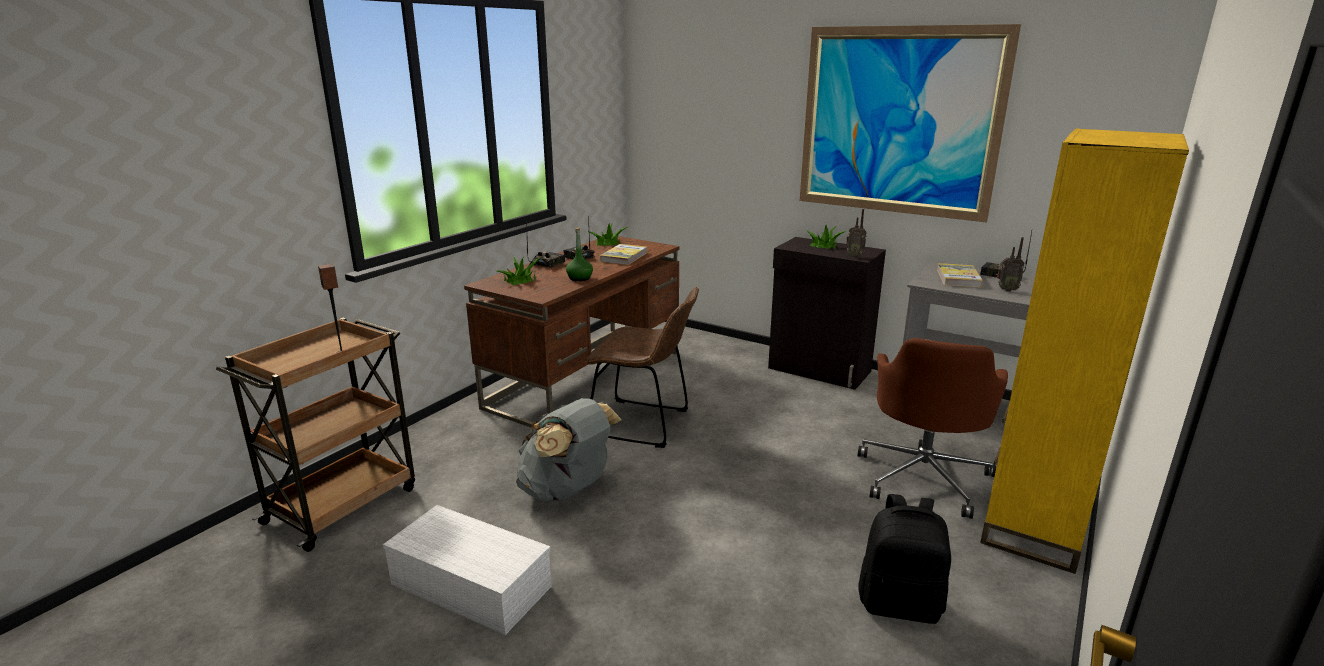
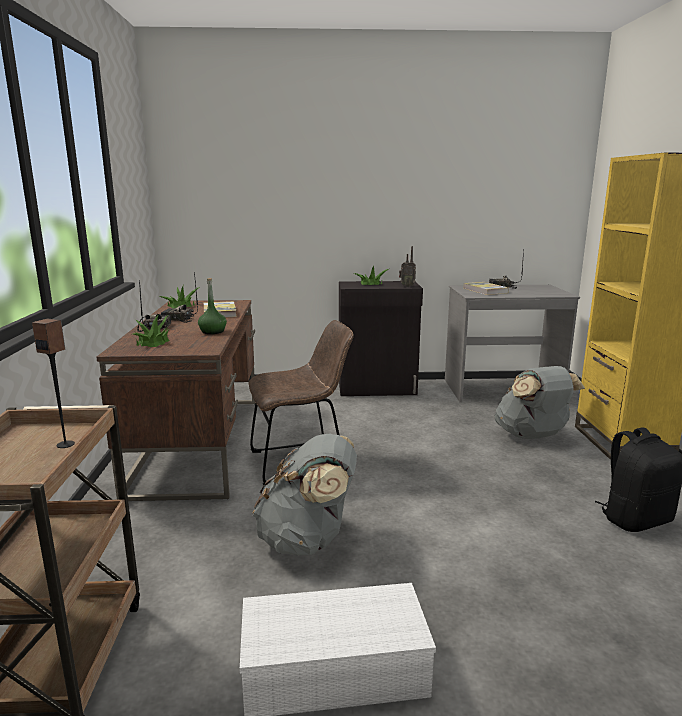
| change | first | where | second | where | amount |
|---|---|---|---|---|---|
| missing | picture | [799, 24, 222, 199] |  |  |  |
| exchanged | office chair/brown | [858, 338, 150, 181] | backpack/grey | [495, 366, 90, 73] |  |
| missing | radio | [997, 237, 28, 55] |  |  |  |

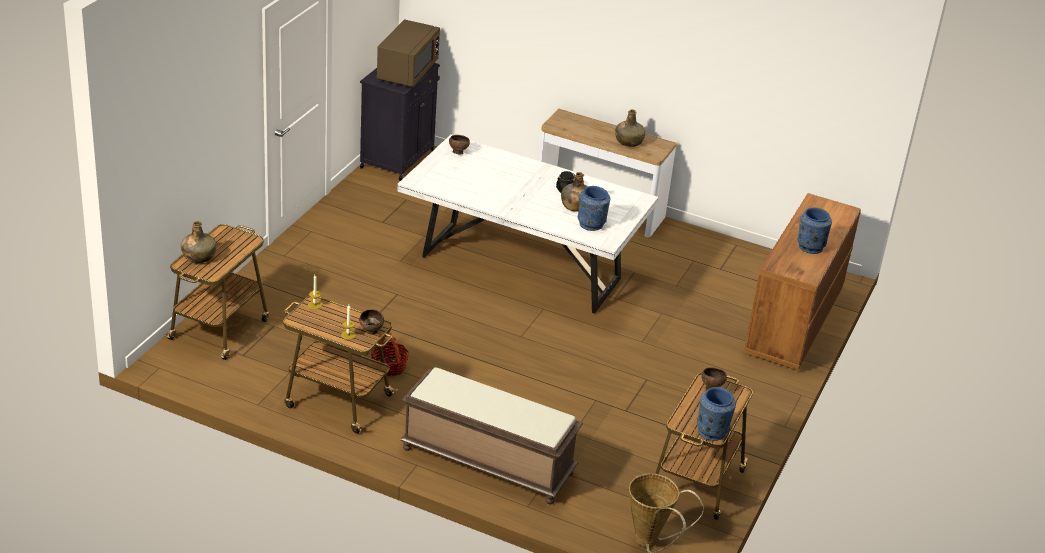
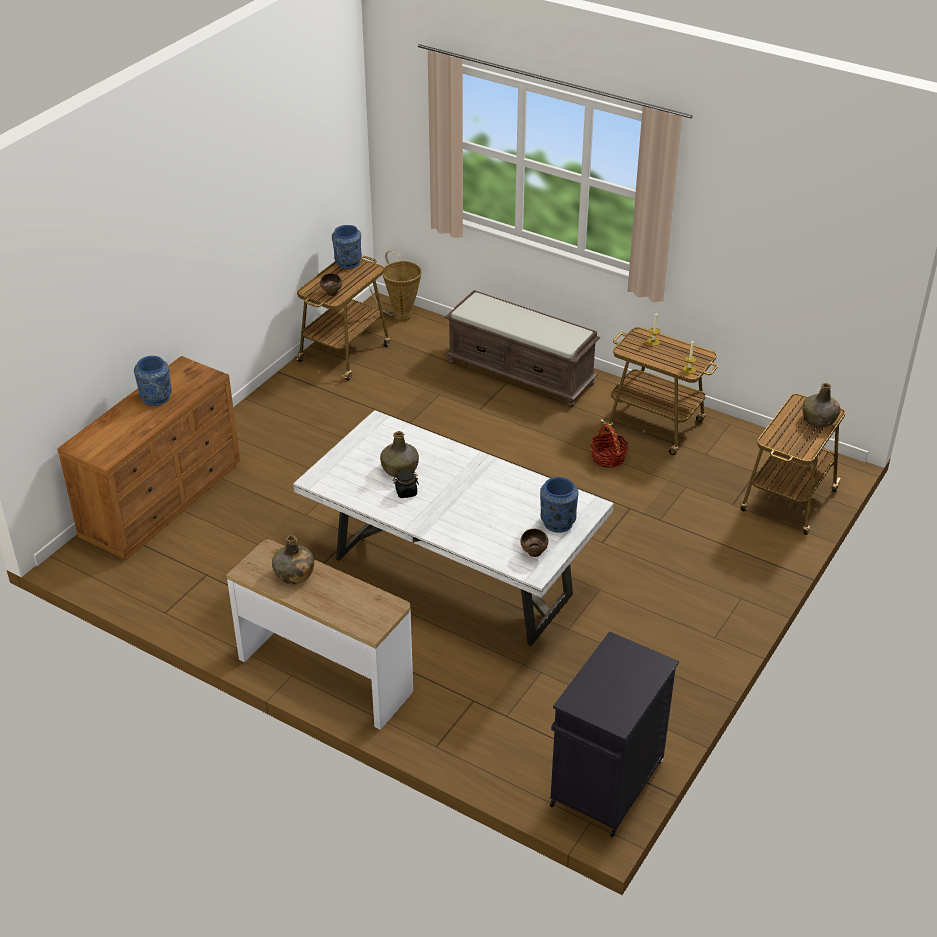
| change | first | where | second | where | amount |
|---|---|---|---|---|---|
| missing | bowl/brown | [359, 309, 25, 26] |  |  |  |
| missing | microwave/brown | [377, 20, 63, 67] |  |  |  |
| relocated | vase/blue | [578, 186, 32, 45] |  | [540, 477, 38, 56] |  |

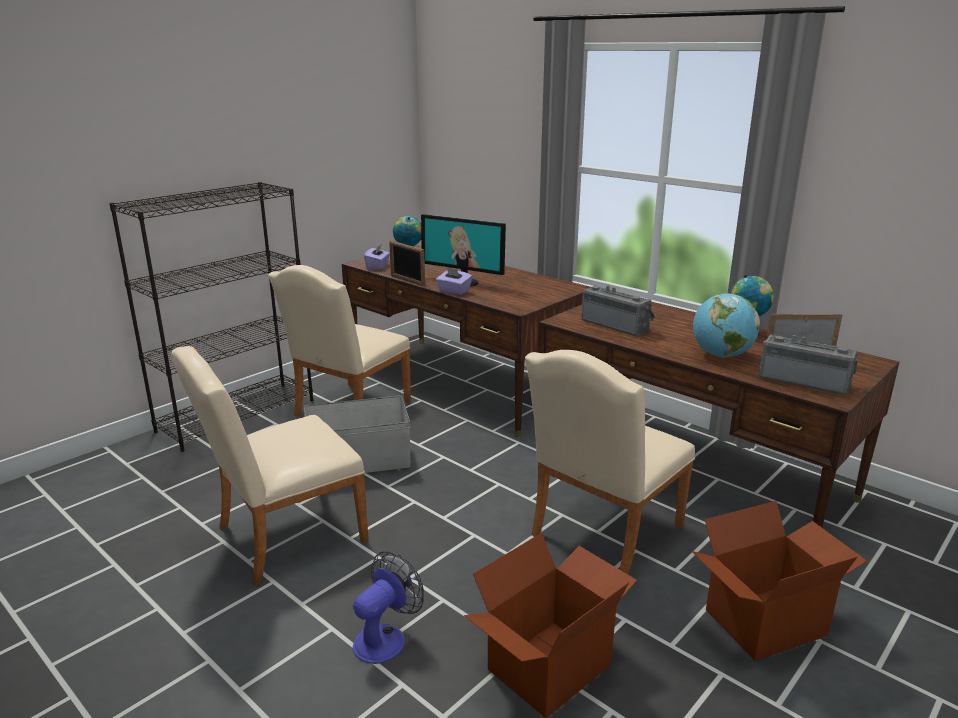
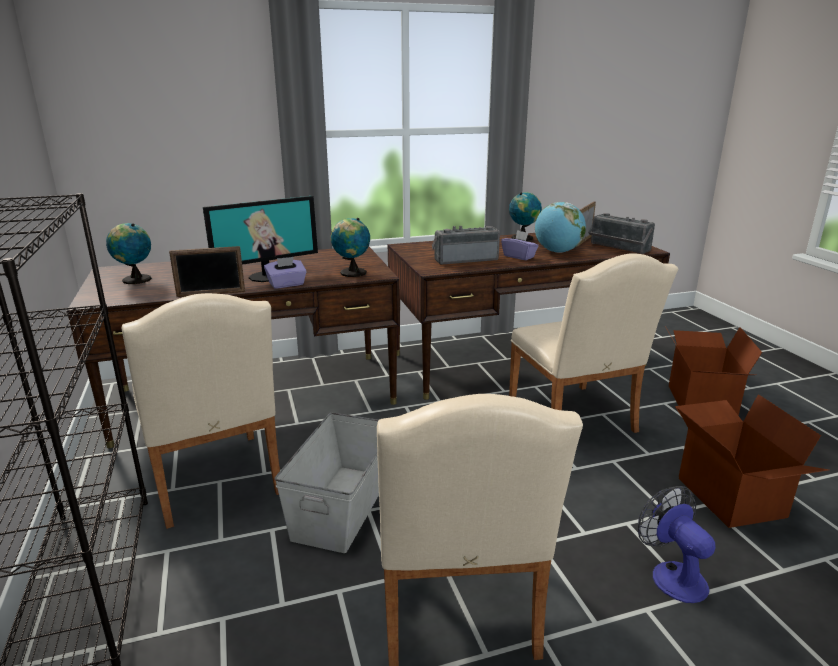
| change | first | where | second | where | amount |
|---|---|---|---|---|---|
| relocated | tissue box/purple | [364, 244, 26, 26] |  | [501, 230, 38, 30] |  |
| spun | radio | [759, 335, 99, 60] |  | [588, 213, 67, 41] | 105 degrees counterclockwise |
| appeared |  |  | globe | [331, 218, 39, 59] |  |

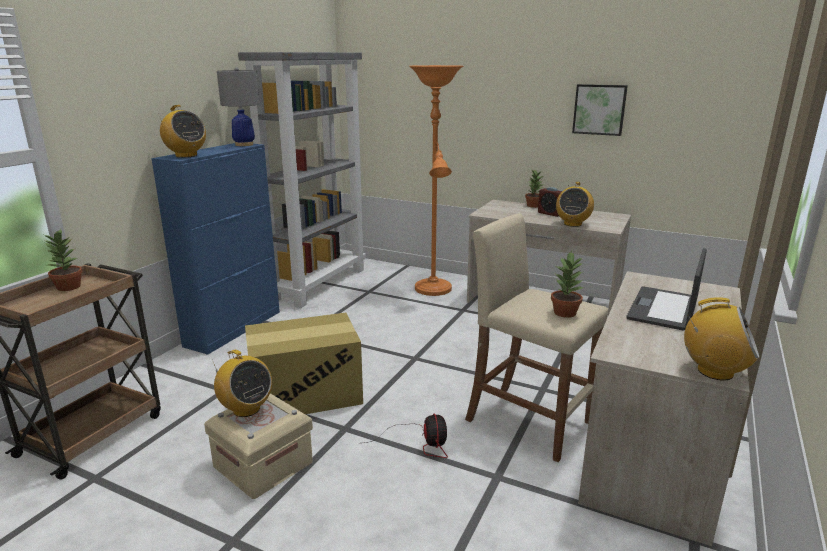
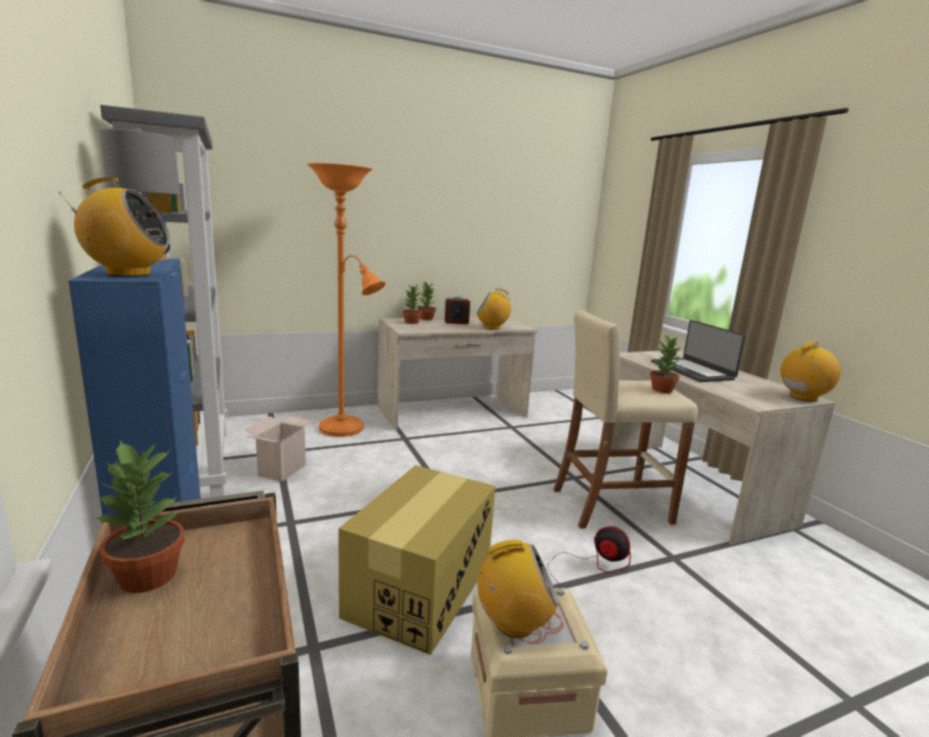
| change | first | where | second | where | amount |
|---|---|---|---|---|---|
| spun | radio | [556, 182, 38, 45] |  | [476, 288, 37, 42] | 120 degrees clockwise |
| missing | picture | [572, 84, 56, 52] |  |  |  |
| appeared |  |  | cardboard box | [244, 416, 68, 66] |  |
| appeared |  |  | potted plant | [403, 284, 19, 40] |  |

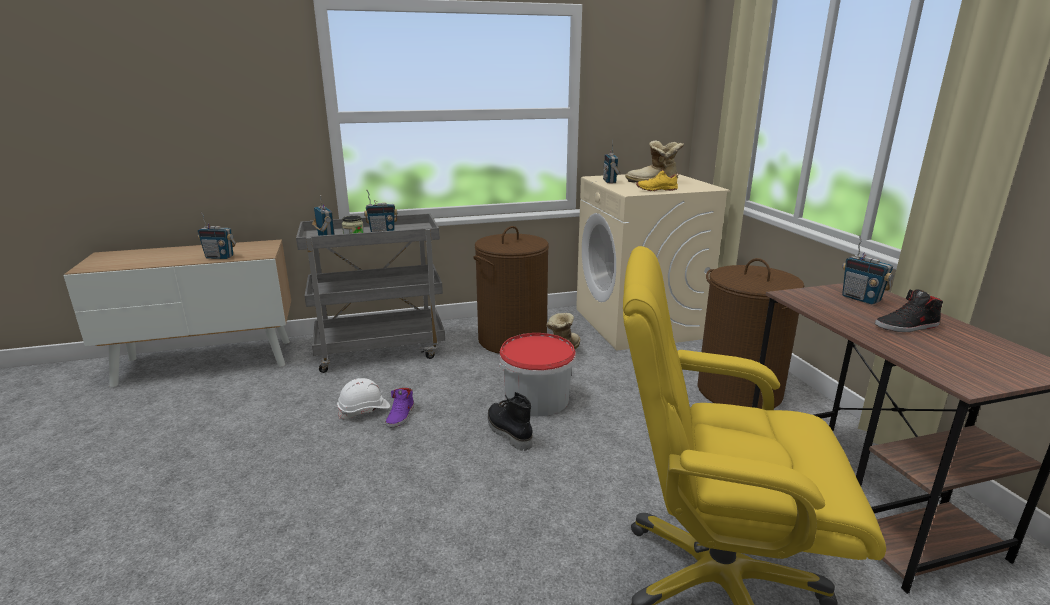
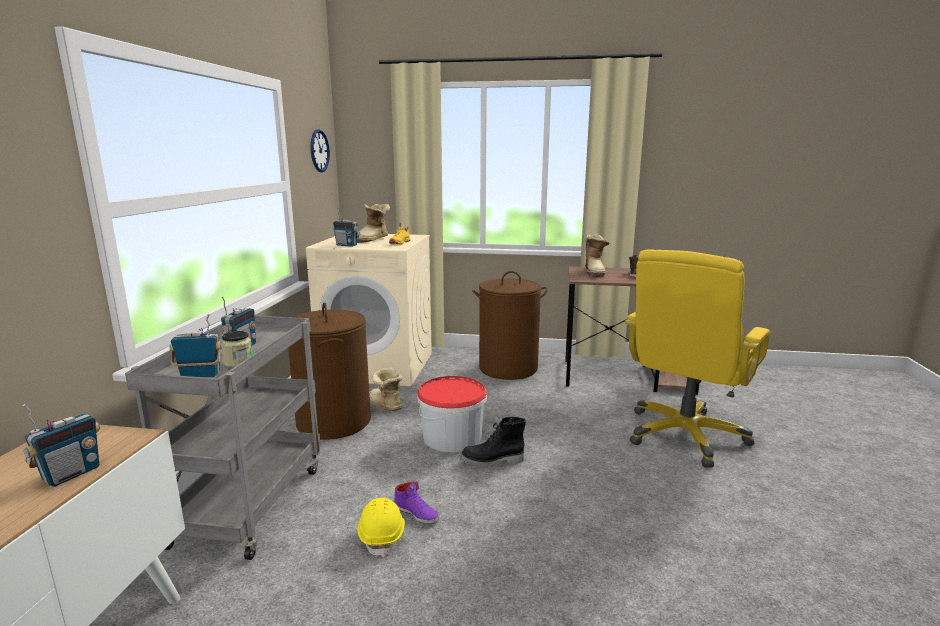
| change | first | where | second | where | amount |
|---|---|---|---|---|---|
| colour | hard hat/white | [337, 378, 53, 41] | hard hat/yellow | [357, 498, 48, 60] |  |
| exchanged | radio | [842, 235, 51, 69] | boot | [585, 234, 25, 43] |  |
| appeared |  |  | wall clock | [311, 129, 19, 43] |  |

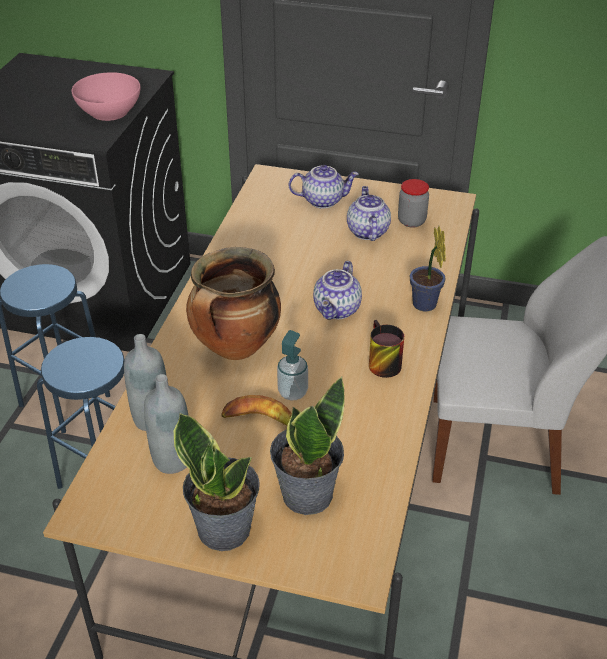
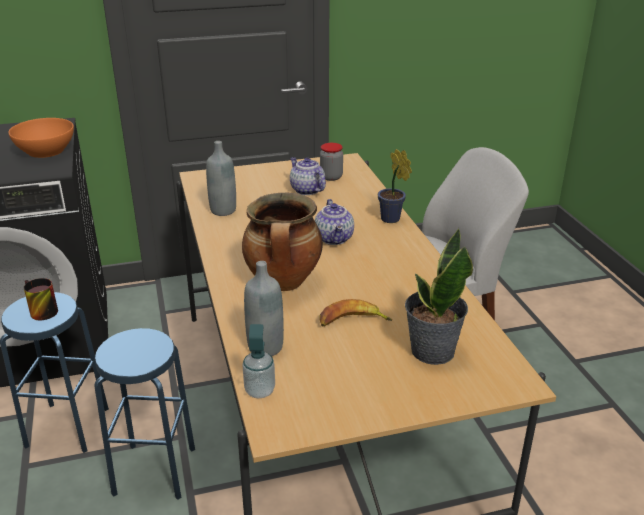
| change | first | where | second | where | amount |
|---|---|---|---|---|---|
| colour | bowl/pink | [72, 72, 68, 49] | bowl/orange | [8, 118, 66, 40] |  |
| relocated | bottle/grey | [144, 374, 44, 100] |  | [206, 141, 30, 75] |  |
| missing | potted plant | [174, 413, 86, 138] |  |  |  |
| relocated | soap dispenser | [277, 330, 31, 70] |  | [242, 324, 33, 74] |  |
| missing | teapot | [289, 165, 70, 44] |  |  |  |
| relocated | mug | [369, 320, 35, 58] |  | [24, 278, 34, 42] |  |

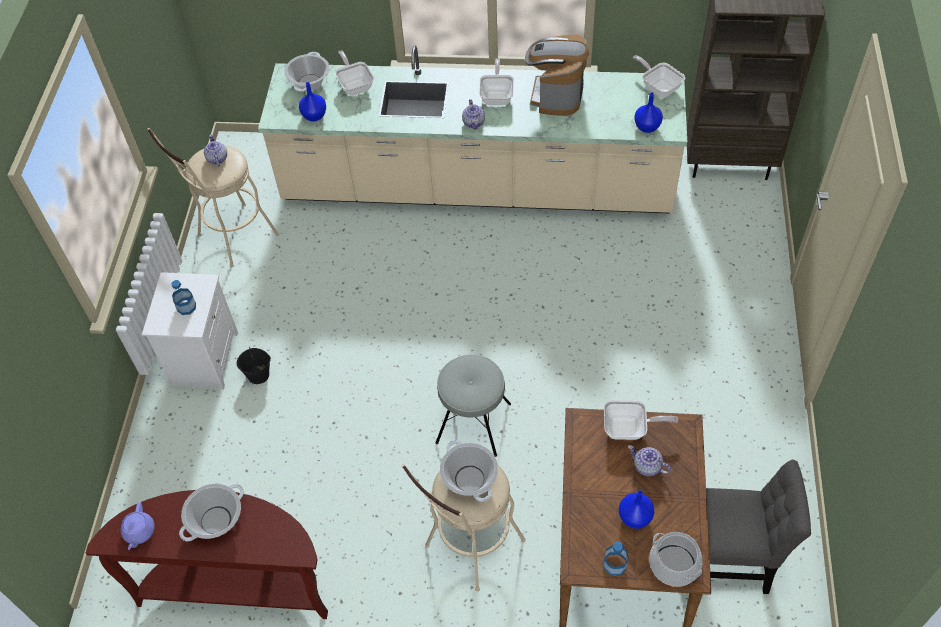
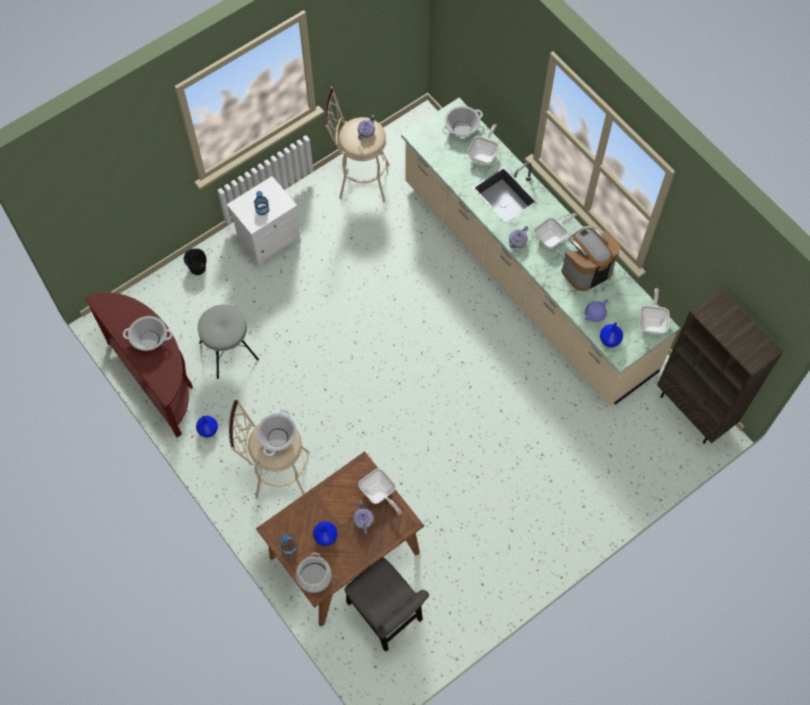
| change | first | where | second | where | amount |
|---|---|---|---|---|---|
| relocated | teapot/purple | [121, 502, 34, 48] |  | [584, 299, 24, 23] |  |
| relocated | bucket/black | [237, 347, 34, 37] |  | [184, 249, 23, 26] |  |
| relocated | vase/blue | [299, 82, 27, 40] |  | [196, 416, 22, 22] |  |
| relocated | stool/grey | [436, 355, 75, 102] |  | [198, 305, 61, 74] |  |

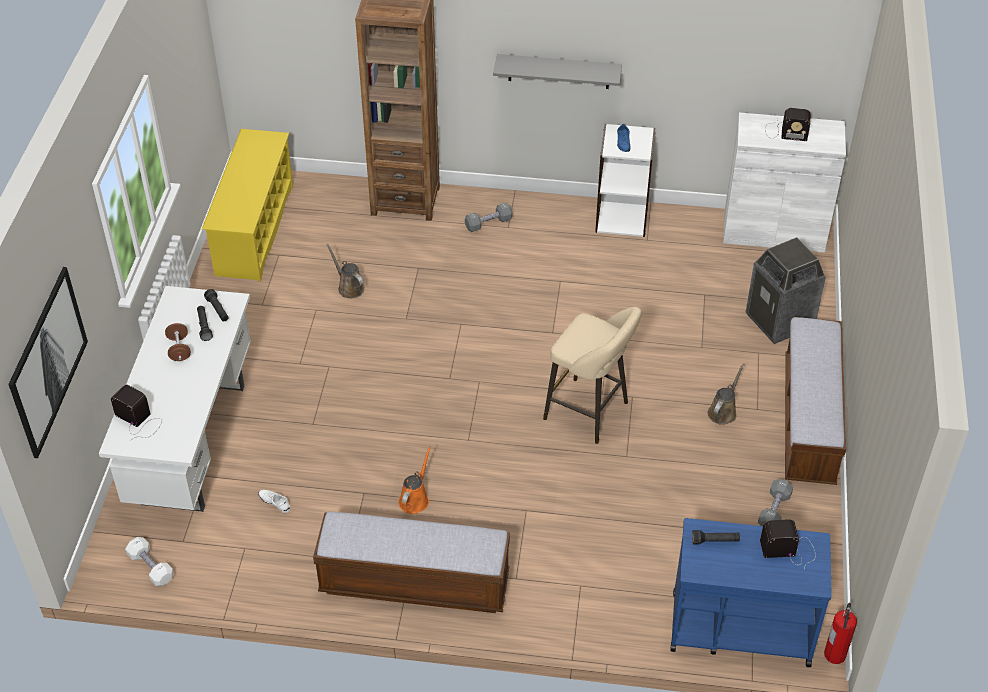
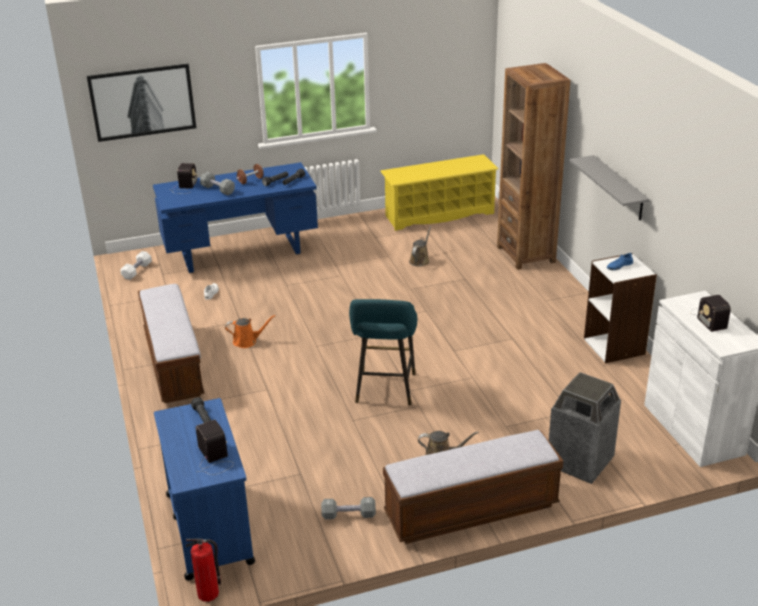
| change | first | where | second | where | amount |
|---|---|---|---|---|---|
| colour | desk/white | [99, 286, 152, 226] | desk/blue | [153, 162, 165, 111] |  |
| relocated | dumbbell/grey | [465, 203, 48, 29] |  | [200, 172, 35, 23] |  |
| colour | stool/beige | [543, 307, 98, 137] | stool/turquoise | [349, 299, 68, 107] |  |

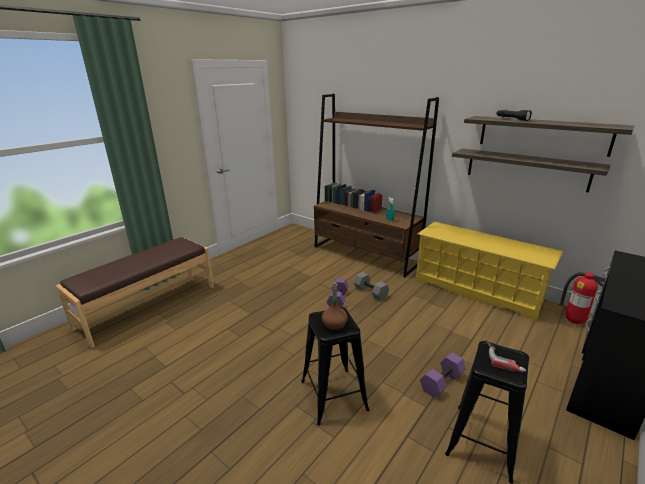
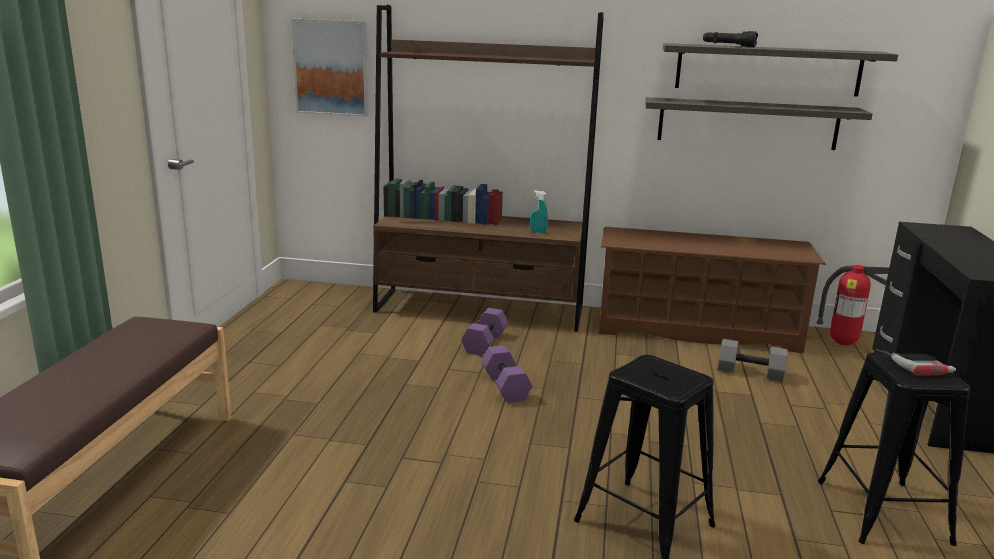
| change | first | where | second | where | amount |
|---|---|---|---|---|---|
| missing | bottle/brown | [322, 282, 26, 49] |  |  |  |
| relocated | dumbbell/grey | [354, 272, 35, 29] |  | [718, 339, 70, 42] |  |
| colour | shoe rack/yellow | [416, 222, 147, 100] | shoe rack/brown | [599, 227, 227, 126] |  |
| relocated | dumbbell/purple | [420, 353, 46, 45] |  | [461, 308, 47, 48] |  |
| appeared |  |  | picture | [291, 19, 77, 98] |  |

